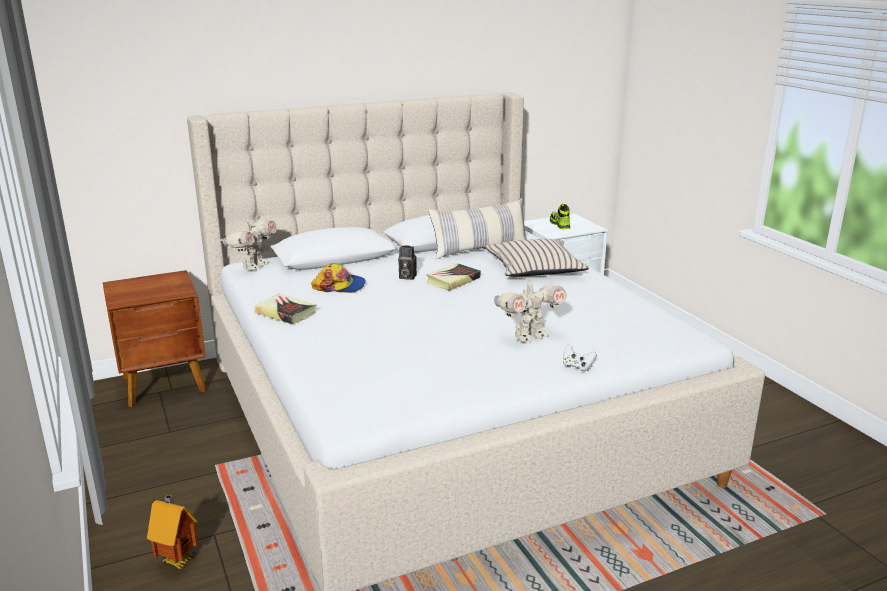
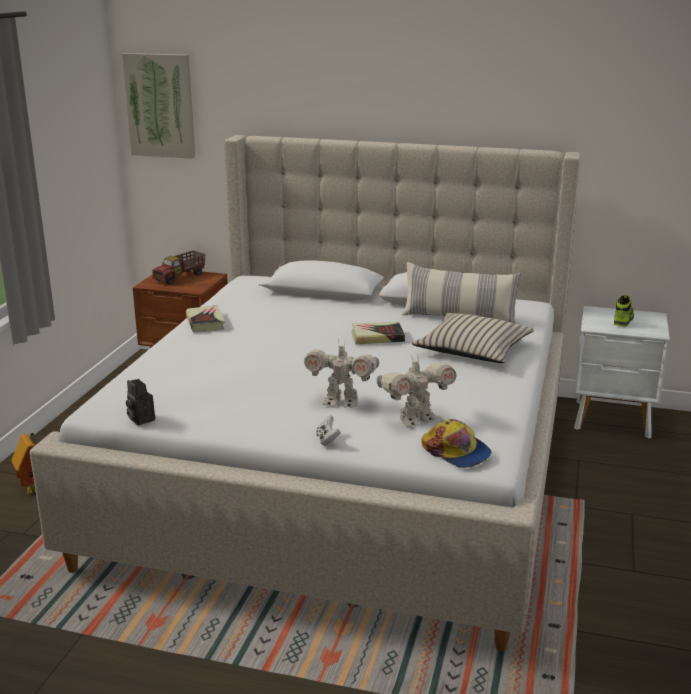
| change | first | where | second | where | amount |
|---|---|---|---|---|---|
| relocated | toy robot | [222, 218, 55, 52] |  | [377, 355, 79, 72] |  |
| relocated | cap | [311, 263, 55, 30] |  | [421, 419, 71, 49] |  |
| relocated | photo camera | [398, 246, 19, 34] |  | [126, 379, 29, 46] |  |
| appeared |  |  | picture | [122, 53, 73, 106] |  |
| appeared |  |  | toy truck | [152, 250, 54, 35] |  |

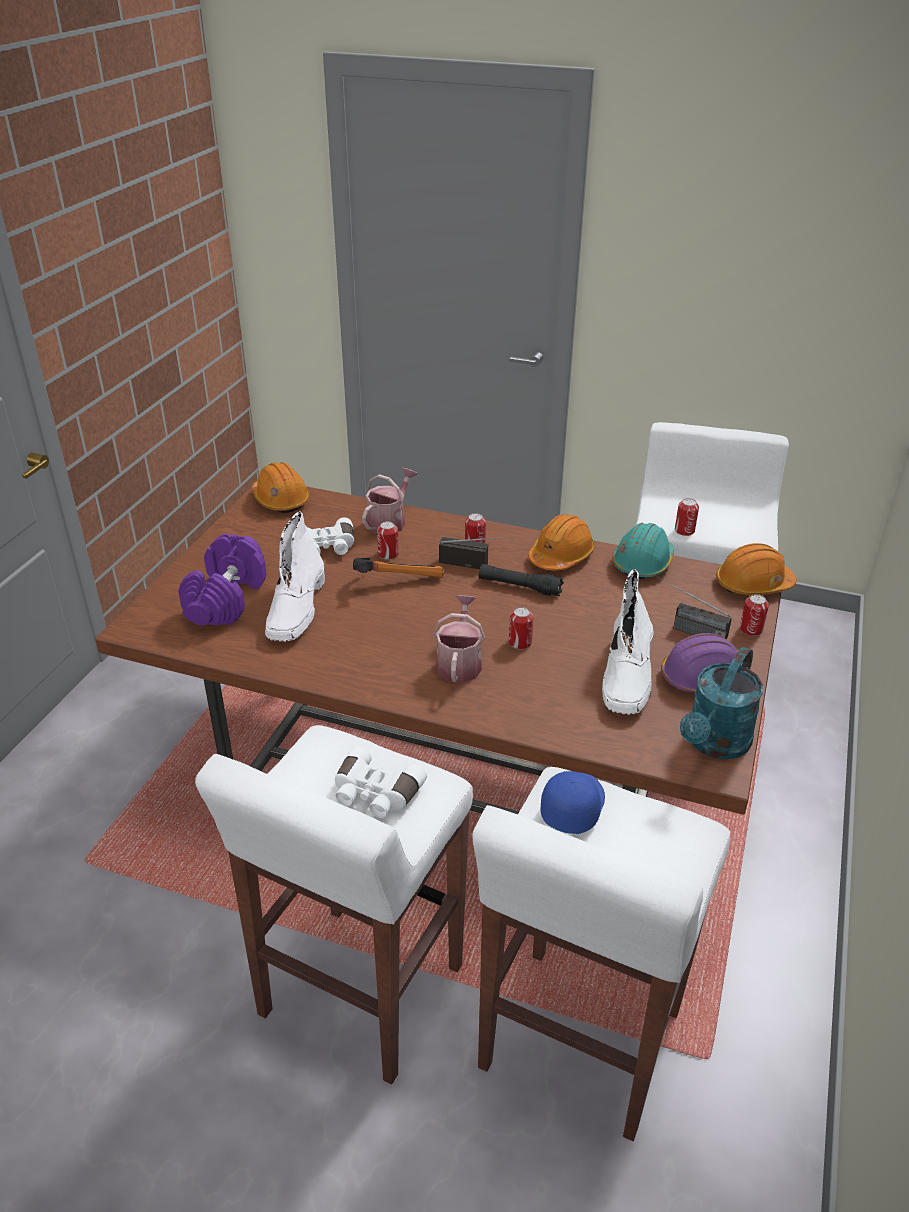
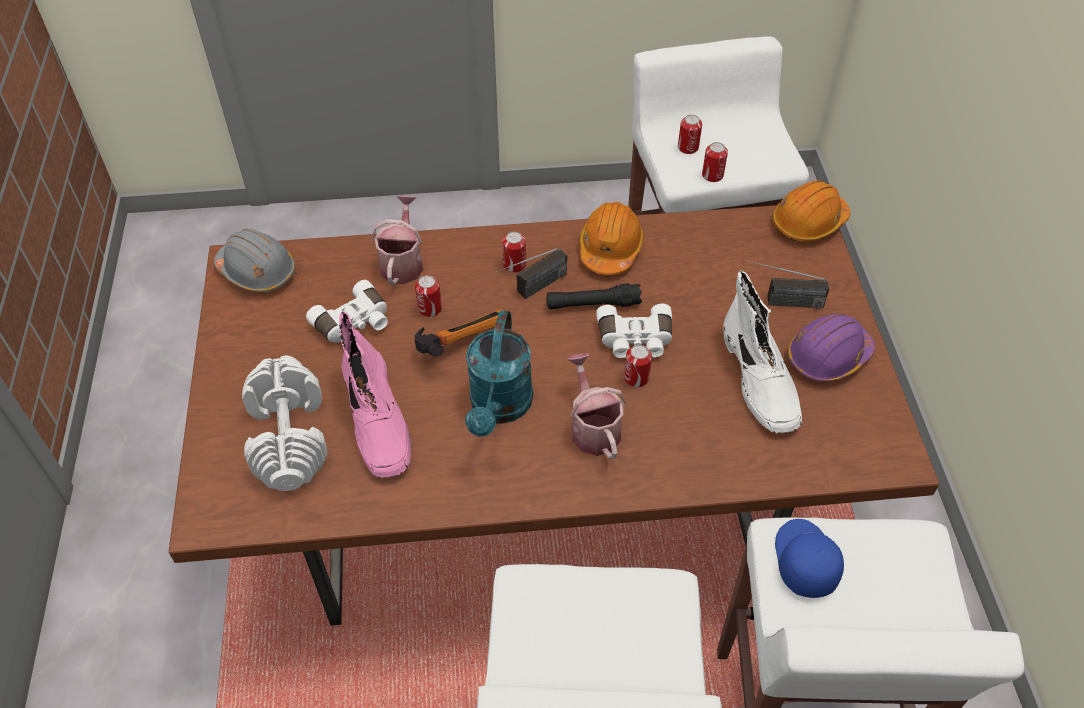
| change | first | where | second | where | amount |
|---|---|---|---|---|---|
| colour | dumbbell/purple | [178, 534, 89, 91] | dumbbell/white | [242, 355, 85, 136] |  |
| colour | hard hat/orange | [252, 462, 58, 51] | hard hat/grey | [214, 229, 82, 64] |  |
| colour | boot/white | [265, 512, 60, 130] | boot/pink | [339, 311, 73, 167] |  |
| relocated | binoculars/white | [335, 746, 92, 72] |  | [596, 304, 76, 54] |  |
| spun | radio | [439, 536, 74, 33] |  | [493, 248, 74, 51] | 150 degrees clockwise |
| missing | hard hat/turquoise | [612, 523, 62, 57] |  |  |  |
| relocated | watering can/turquoise | [680, 647, 83, 113] |  | [465, 310, 68, 127] |  |
| relocated | can | [740, 594, 29, 42] |  | [678, 115, 24, 39] |  |

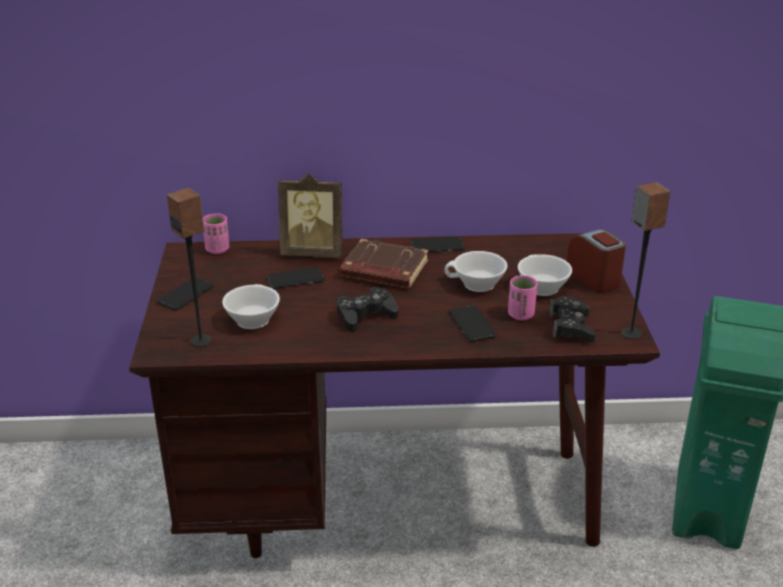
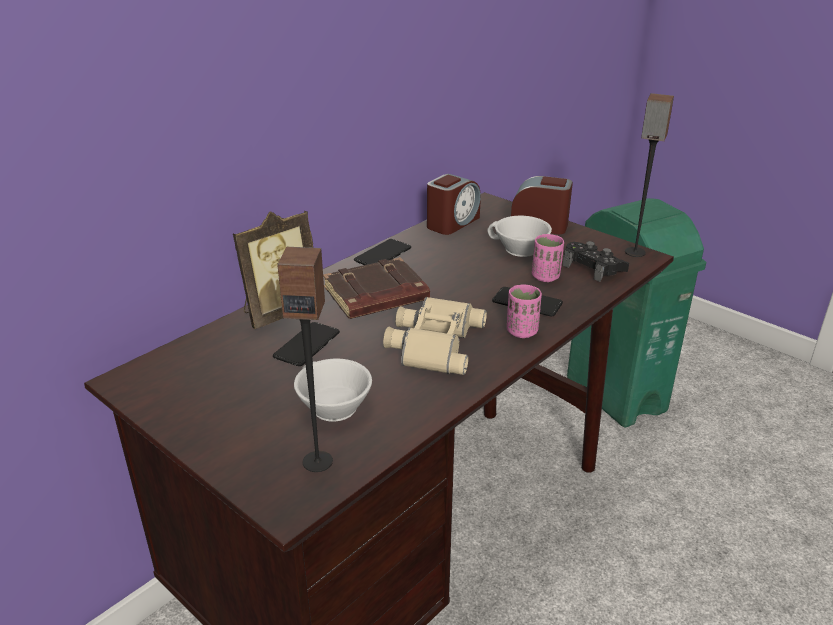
| change | first | where | second | where | amount |
|---|---|---|---|---|---|
| missing | phone | [157, 277, 57, 33] |  |  |  |
| relocated | cup/pink | [203, 214, 26, 40] |  | [507, 285, 35, 53] |  |
| exchanged | game controller/black | [337, 287, 61, 45] | binoculars/beige | [383, 297, 104, 78] |  |
| missing | cup/white | [444, 251, 63, 41] |  |  |  |
| appeared |  |  | alarm clock | [427, 174, 54, 61] |  |

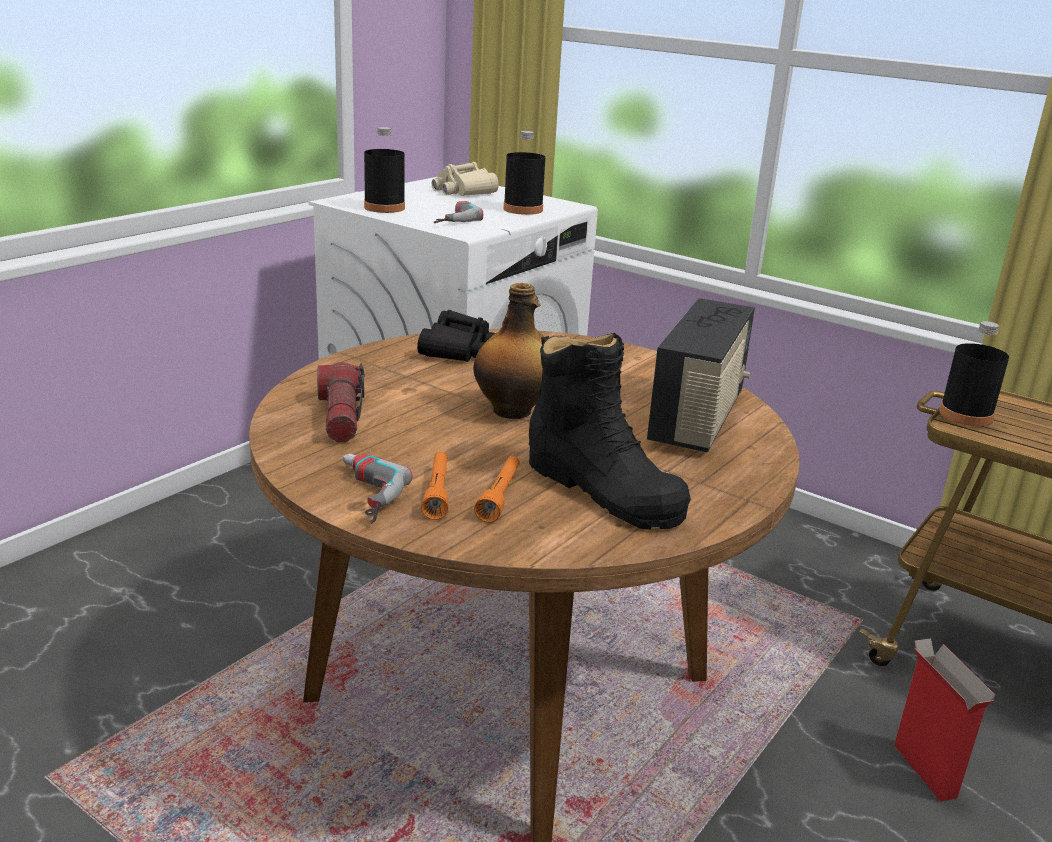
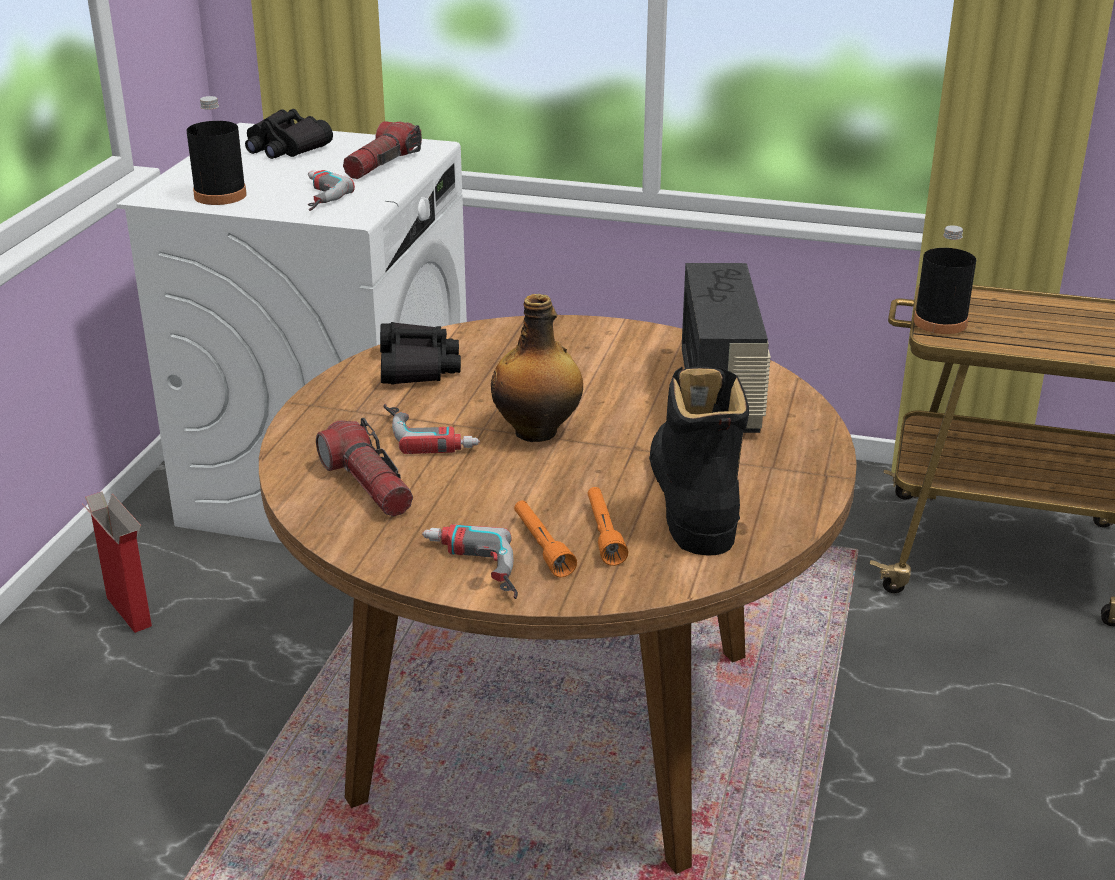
| change | first | where | second | where | amount |
|---|---|---|---|---|---|
| colour | binoculars/beige | [432, 162, 67, 34] | binoculars/black | [245, 109, 88, 50] |  |
| exchanged | bottle/black | [503, 131, 42, 84] | flashlight | [343, 121, 79, 58] |  |
| spun | boot/black | [528, 333, 163, 197] |  | [649, 367, 100, 188] | 120 degrees counterclockwise |
| relocated | cardboard box | [894, 638, 101, 164] |  | [83, 492, 69, 141] |  |
| appeared |  |  | power drill | [384, 404, 96, 50] |  |

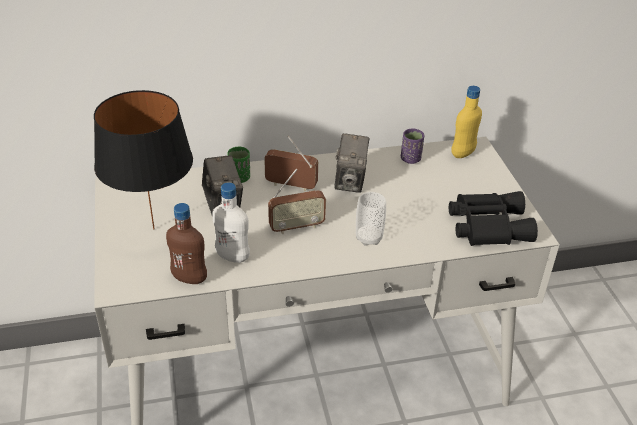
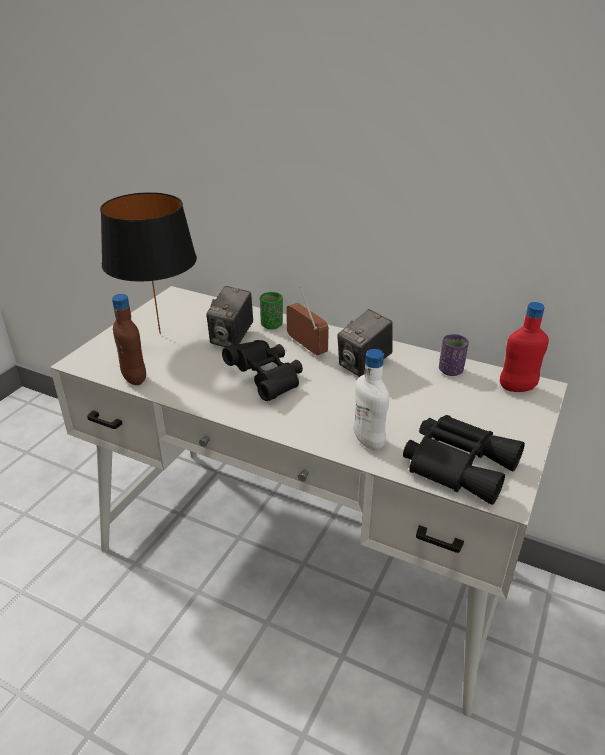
| change | first | where | second | where | amount |
|---|---|---|---|---|---|
| relocated | bottle/white | [212, 183, 38, 80] |  | [353, 349, 36, 101] |  |
| exchanged | radio | [268, 168, 58, 66] | binoculars/black | [222, 340, 81, 61] |  |
| missing | cup | [356, 192, 30, 54] |  |  |  |
| colour | bottle/yellow | [451, 86, 31, 72] | bottle/red | [500, 302, 49, 90] |  |

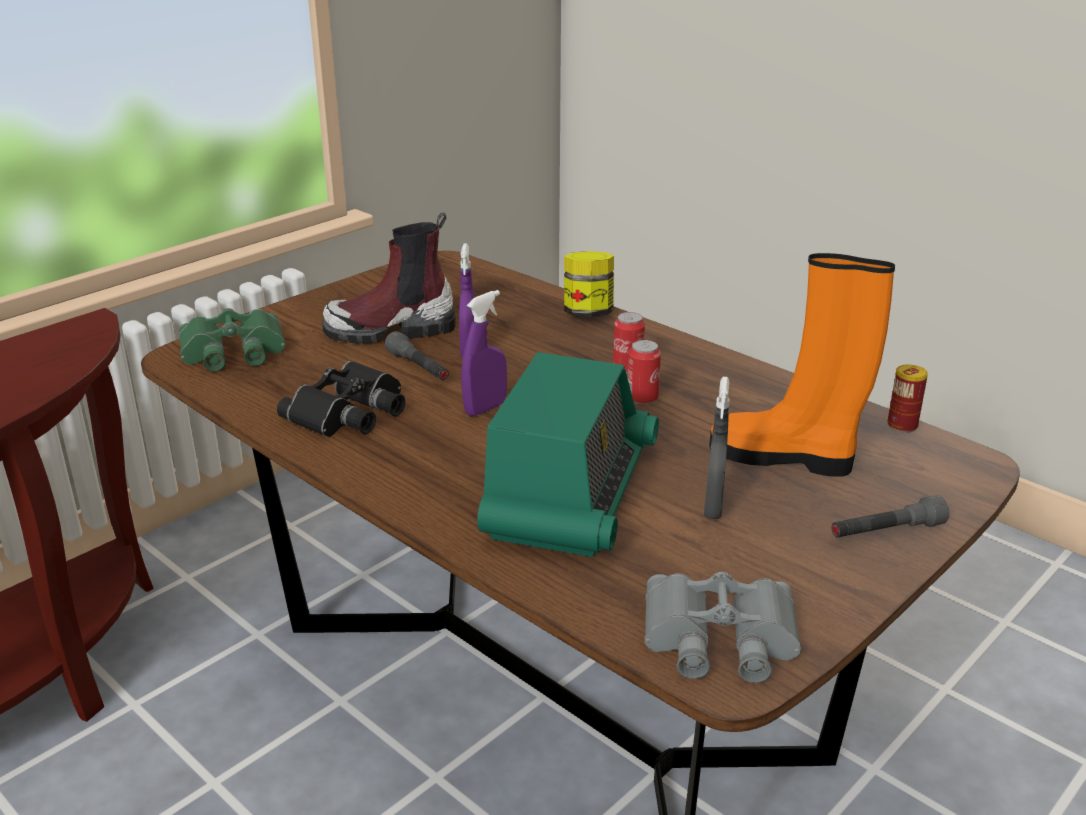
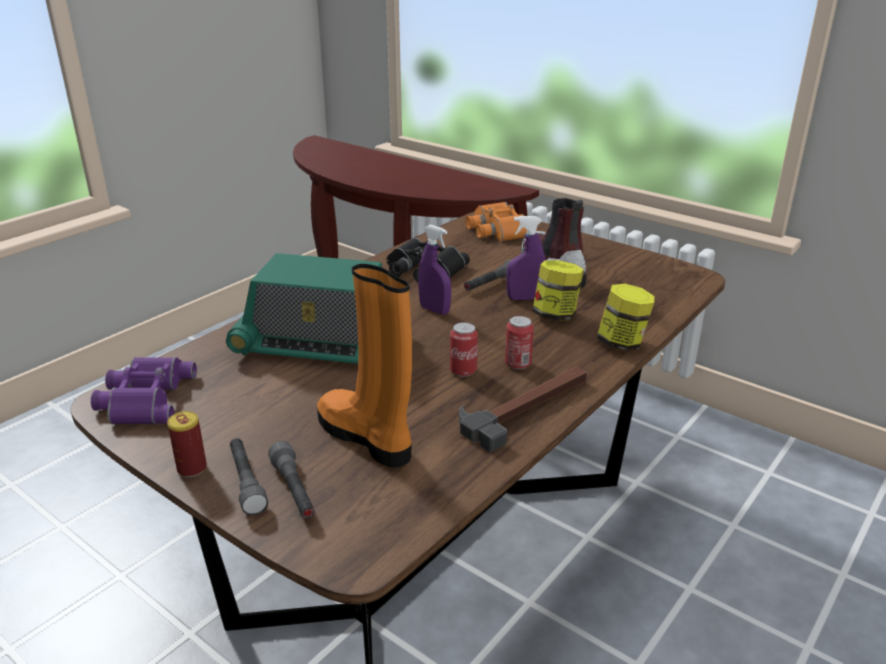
| change | first | where | second | where | amount |
|---|---|---|---|---|---|
| colour | binoculars/green | [179, 308, 106, 64] | binoculars/orange | [465, 202, 72, 40] |  |
| colour | binoculars/grey | [645, 572, 156, 111] | binoculars/purple | [91, 357, 106, 68] |  |
| missing | spray bottle/grey | [704, 377, 26, 142] |  |  |  |
| spun | boot/orange | [709, 253, 186, 224] |  | [317, 264, 95, 204] | 60 degrees counterclockwise |
| relocated | can | [887, 364, 41, 69] |  | [167, 411, 40, 66] |  |
| appeared |  |  | flashlight/grey | [268, 441, 47, 77] |  |
| appeared |  |  | hammer | [459, 366, 128, 87] |  |
| appeared |  |  | jar | [532, 260, 52, 61] |  |

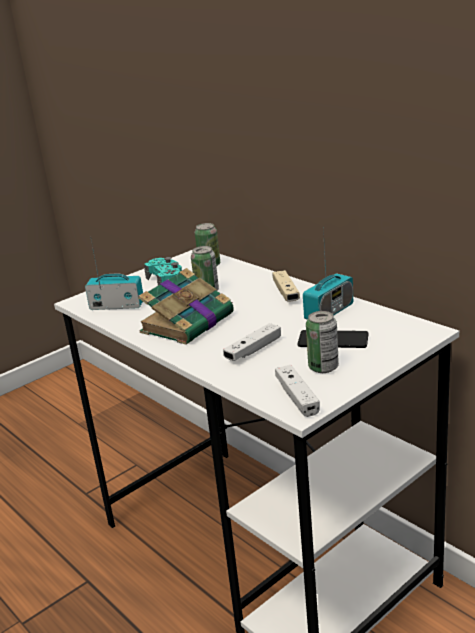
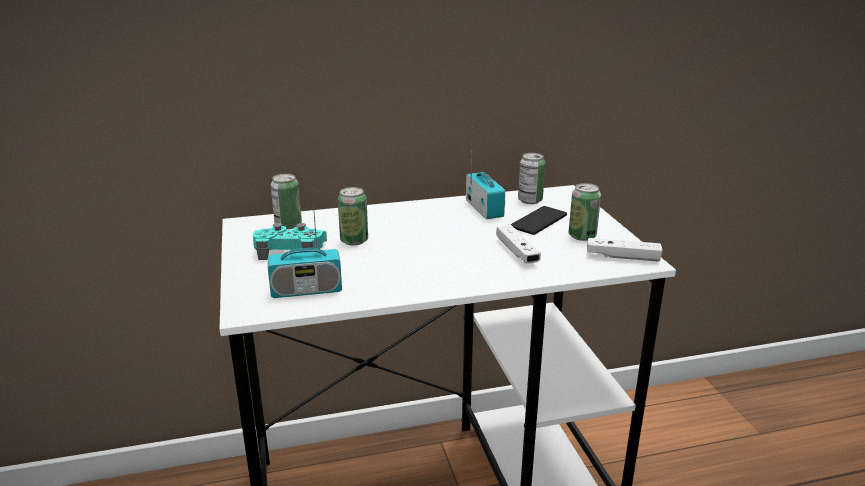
| change | first | where | second | where | amount |
|---|---|---|---|---|---|
| spun | radio | [85, 240, 58, 70] |  | [268, 190, 74, 108] | 135 degrees counterclockwise |
| missing | book | [138, 268, 96, 77] |  |  |  |
| missing | game controller/beige | [273, 270, 27, 31] |  |  |  |
| appeared |  |  | can | [518, 153, 27, 51] |  |

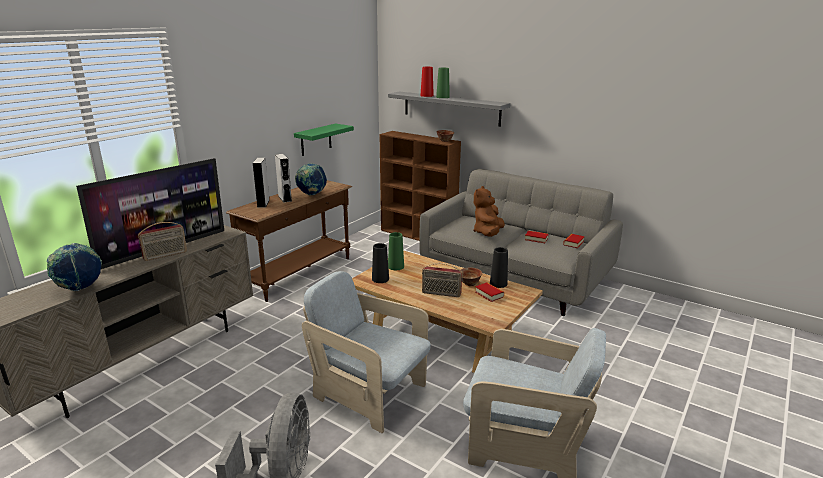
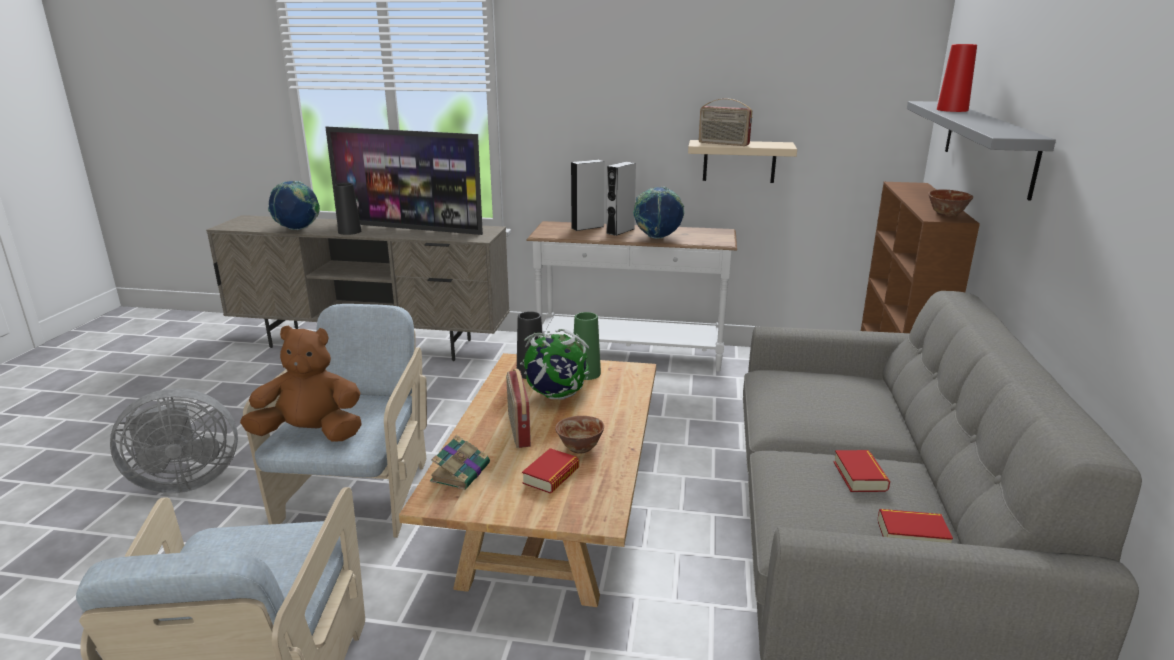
| change | first | where | second | where | amount |
|---|---|---|---|---|---|
| relocated | radio | [138, 222, 49, 39] |  | [699, 98, 53, 48] |  |
| colour | console table/brown | [226, 180, 126, 122] | console table/white | [526, 221, 211, 151] |  |
| colour | shelf/green | [294, 123, 60, 33] | shelf/beige | [688, 140, 109, 43] |  |
| missing | vase/green | [436, 68, 14, 30] |  |  |  |
| relocated | plush toy/brown | [473, 186, 32, 51] |  | [240, 325, 122, 116] |  |
| relocated | vase/black | [490, 247, 18, 41] |  | [335, 183, 26, 52] |  |
| appeared |  |  | book | [430, 435, 60, 55] |  |
| appeared |  |  | globe | [520, 329, 69, 71] |  |

